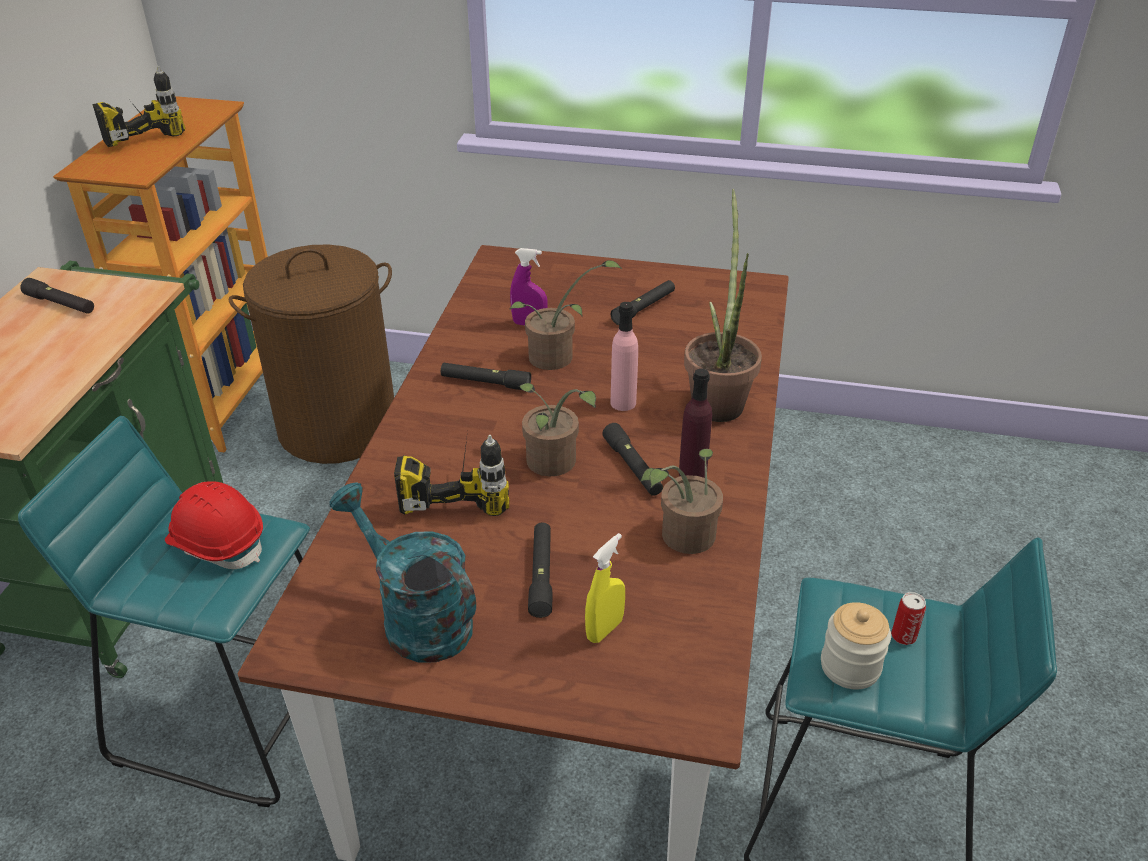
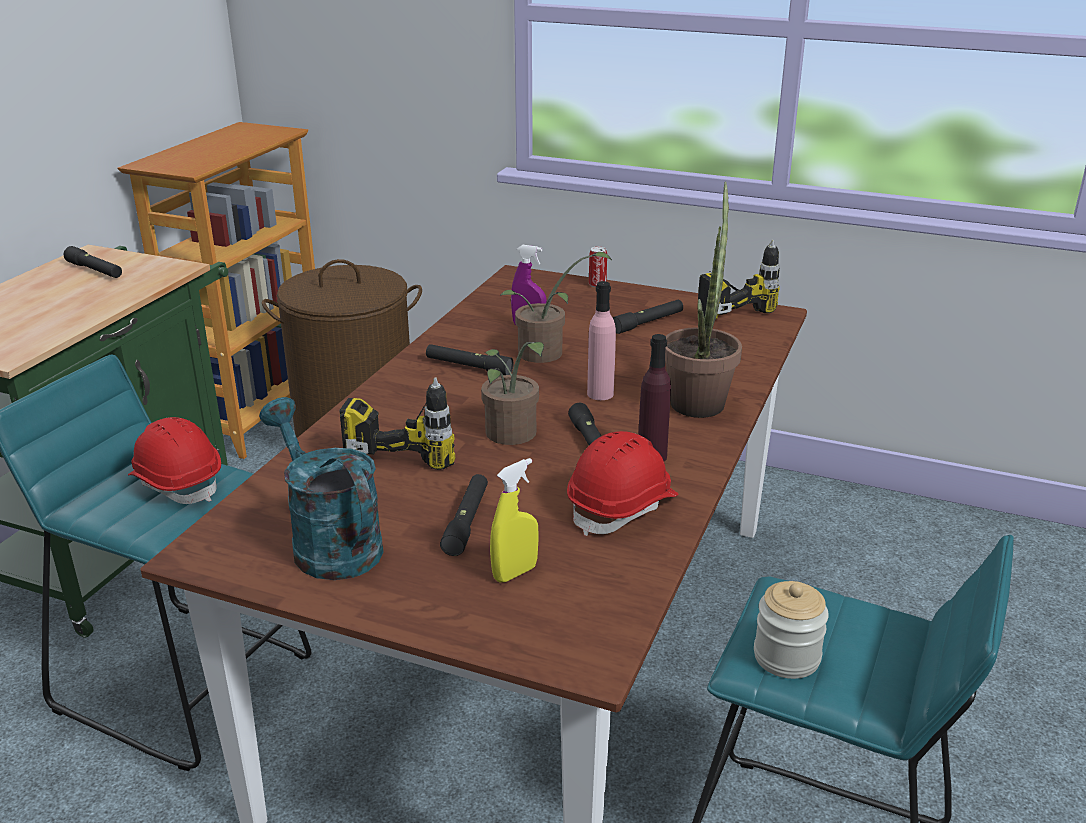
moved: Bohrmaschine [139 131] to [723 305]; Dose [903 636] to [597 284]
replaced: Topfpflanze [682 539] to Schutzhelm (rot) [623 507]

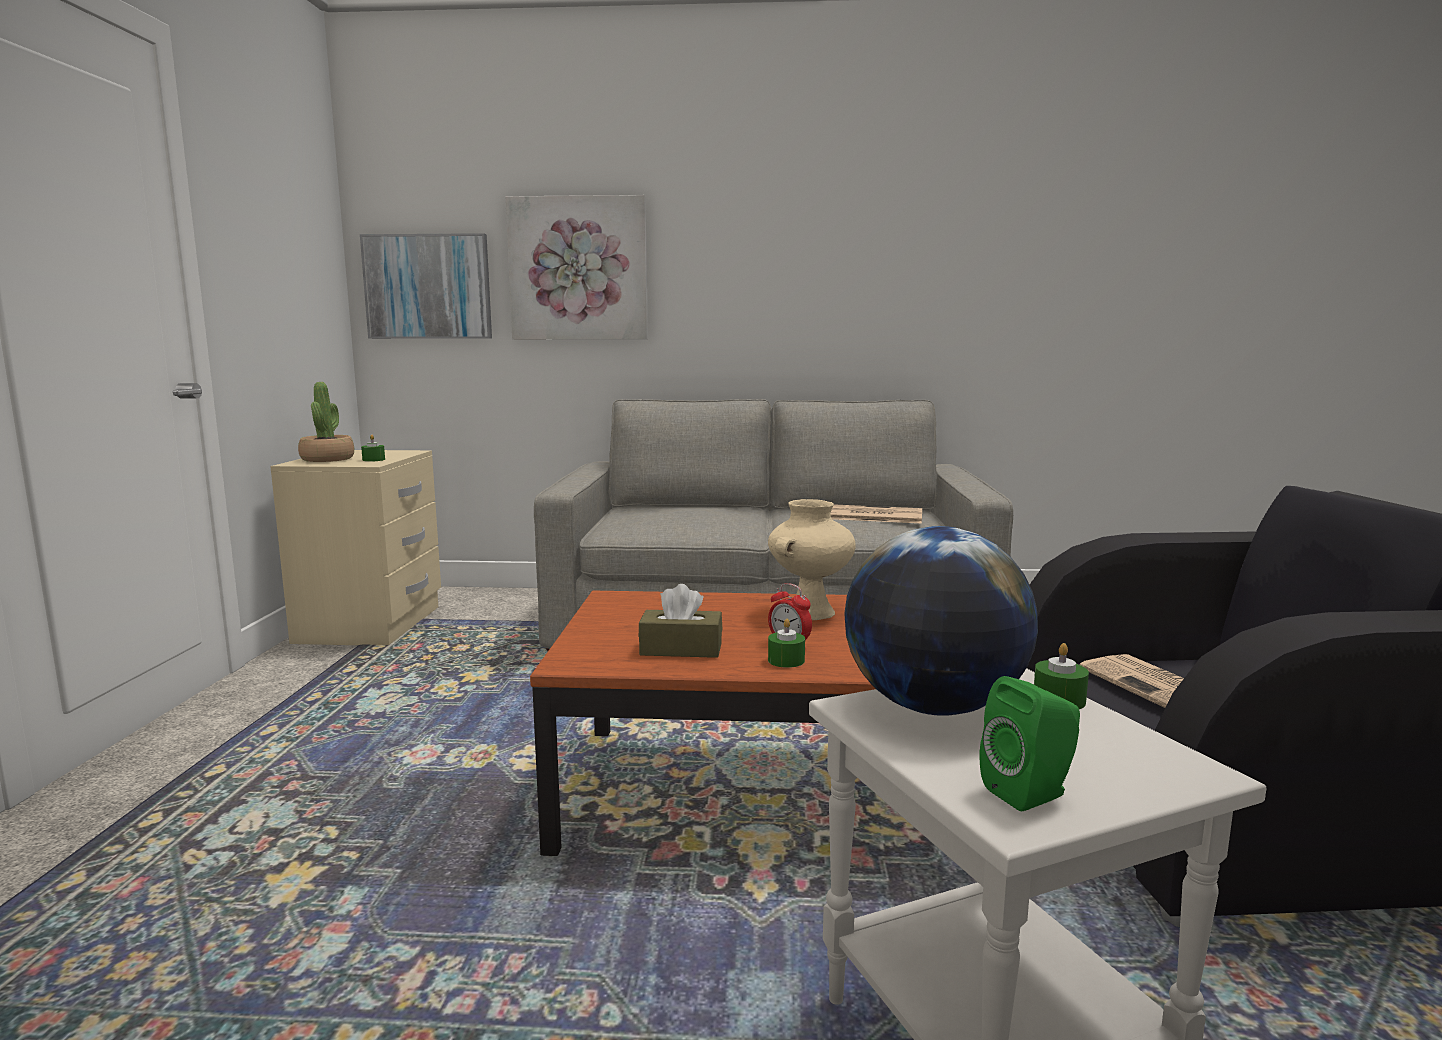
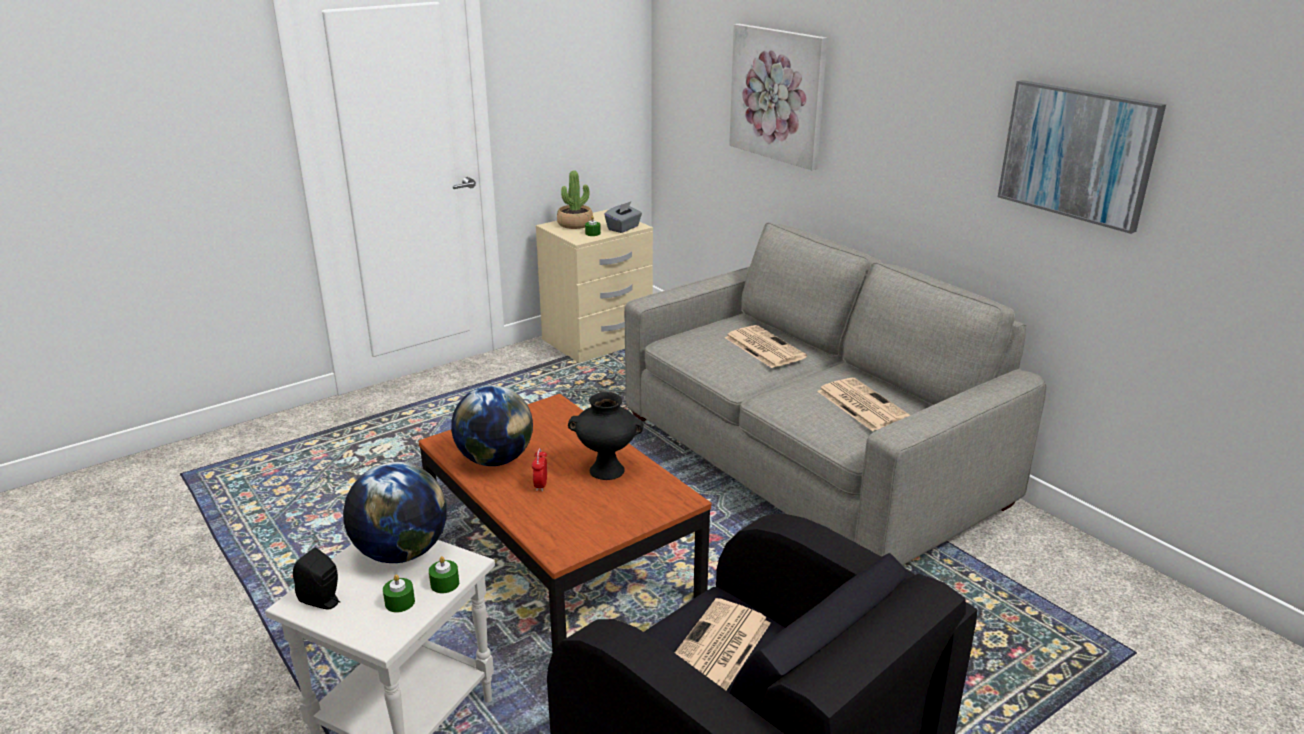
added: Taschentuchbox (grau) [623 228]; Zeitung [763 347]
moved: Bild [428 287] to [1077 153]; Kerze (grün) [786 660] to [400 602]
replaced: Taschentuchbox (braun) [681 649] to Globus [495 459]
recoloured: Vase (beige) [810 612] to Vase (schwarz) [608 470]; Lautsprecher (grün) [1031 793] to Lautsprecher (schwarz) [323 601]

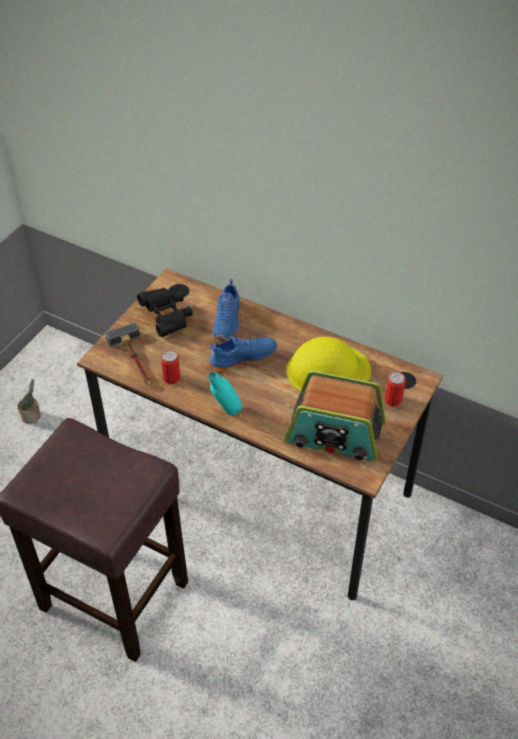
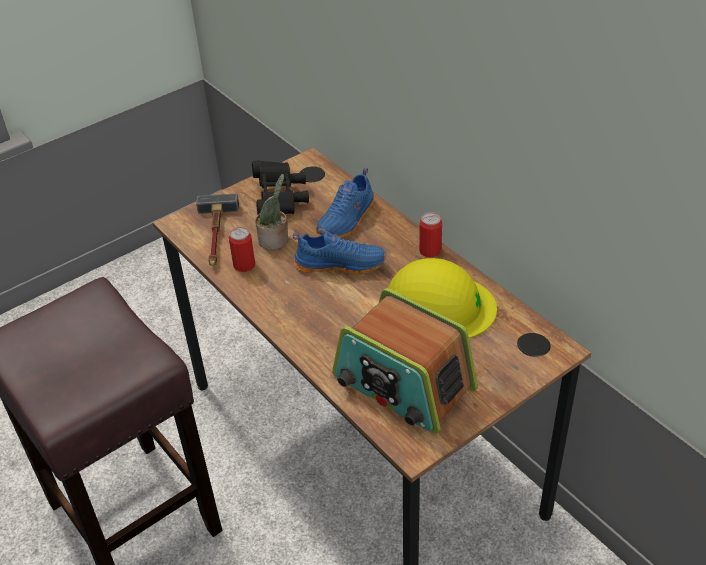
removed: Flasche (türkis) [226 414]
moved: Topfpflanze [32 416] to [275 240]; Dose [393 400] to [430 250]

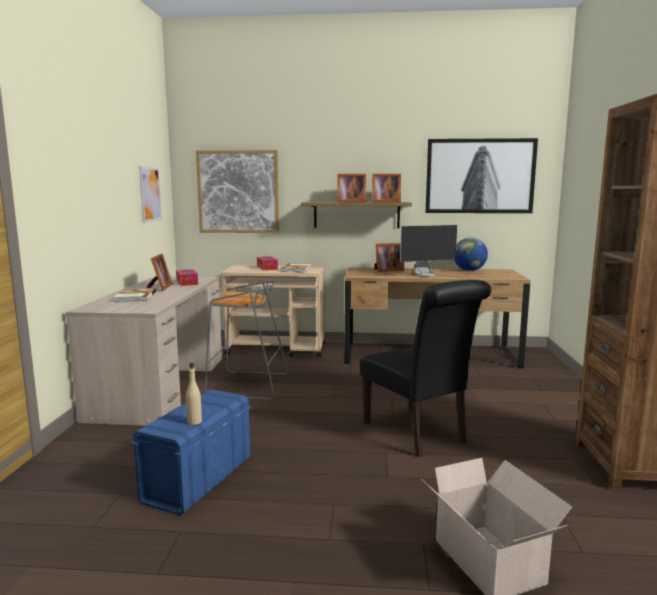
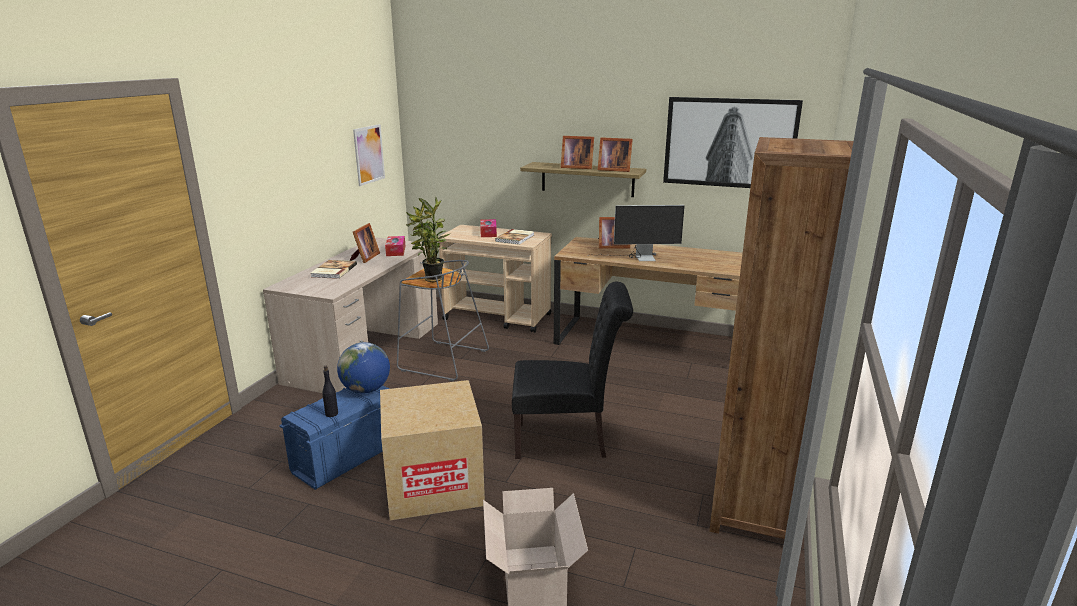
removed: Bild [238 192]
added: Karton [433 484]; Topfpflanze [432 280]
moved: Globus [469 270] to [366 390]
recoloured: Flasche (beige) [194 421] to Flasche (schwarz) [331 414]
turned: Stuhl (schwarz) [418 434] = [567 440] 75 degrees counterclockwise

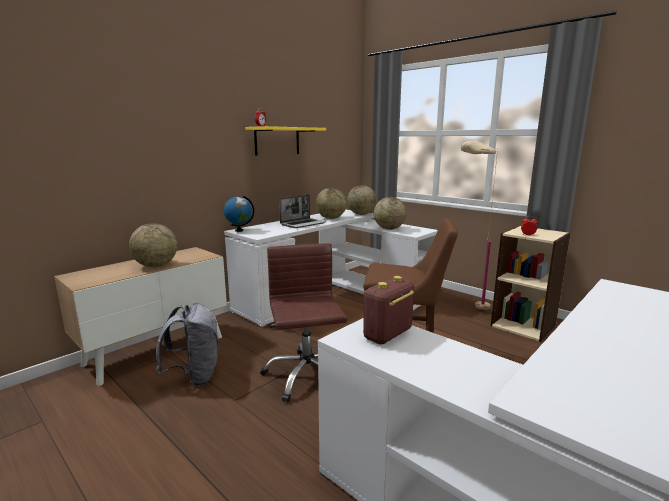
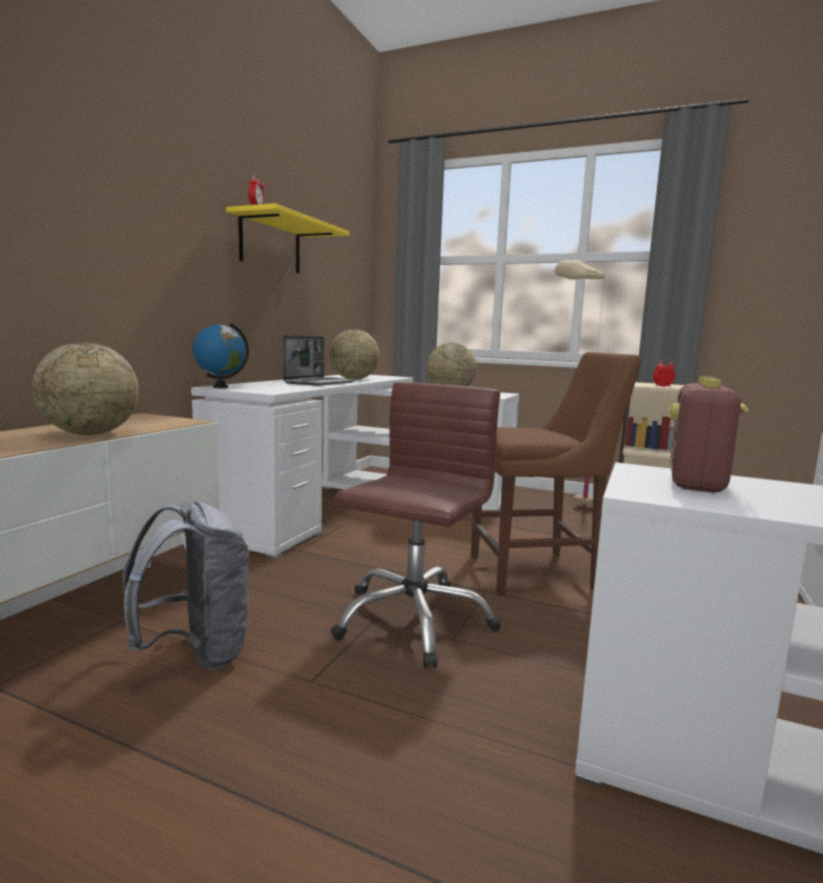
removed: Globus [361 214]
turned: Bürostuhl (braun) [306 375] = [412 620] 60 degrees clockwise

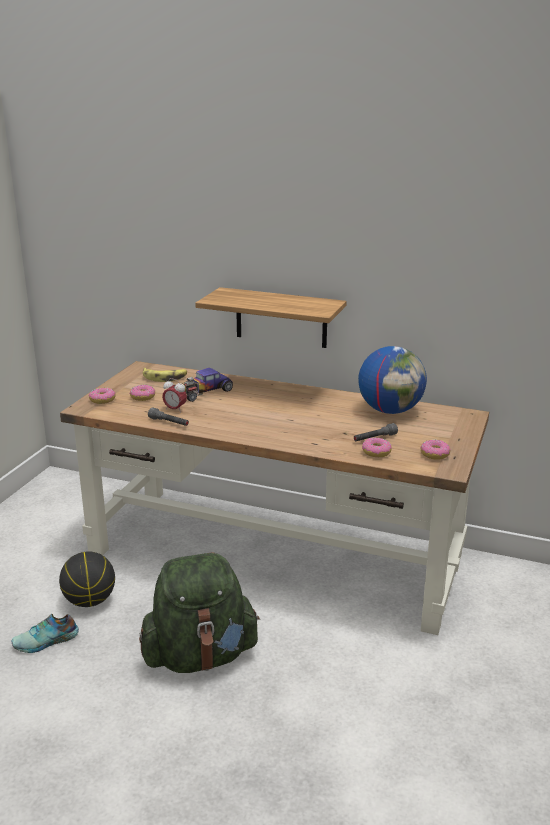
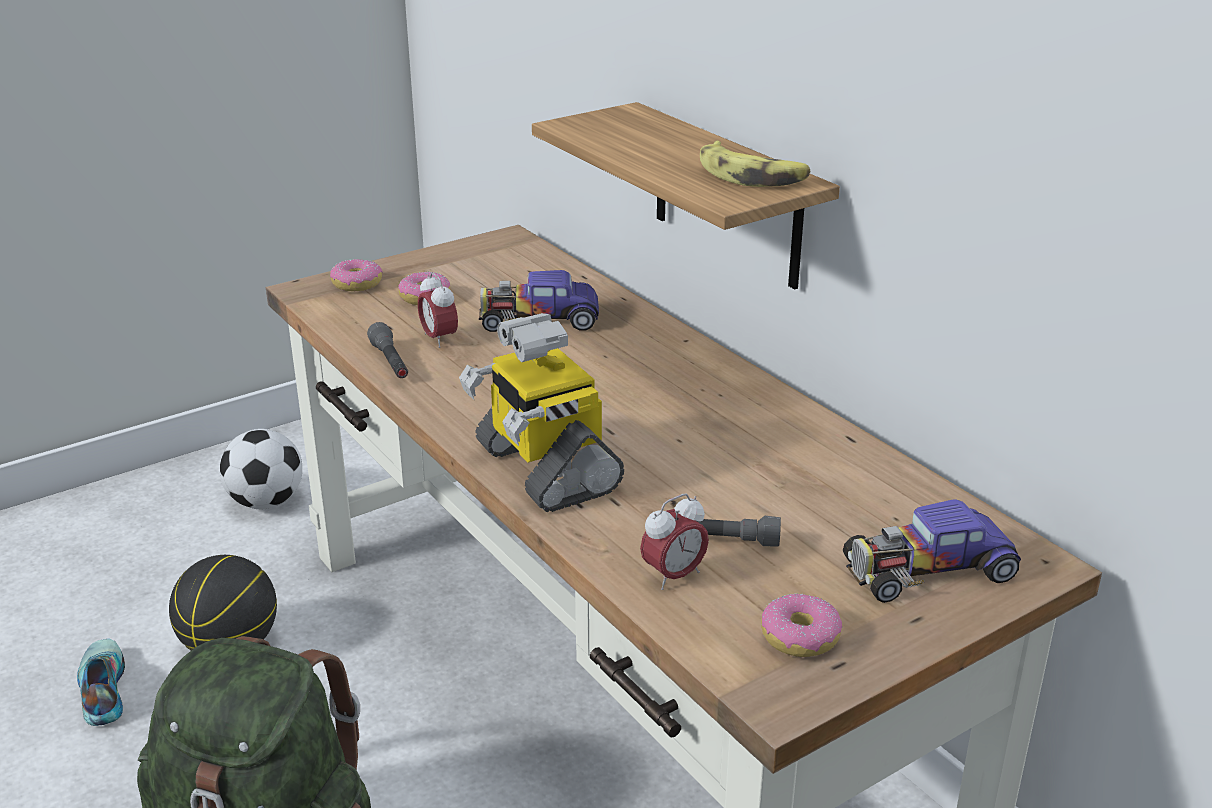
removed: Globus [390 410]
added: Fußball [266 502]; Spielzeugroboter [544 468]; Spielzeugauto [927 569]
moved: Banane [165 377] to [752 176]
replaced: Donut [376 452] to Wecker [673 576]
turned: Schuh [46 641] = [101 689] 60 degrees clockwise

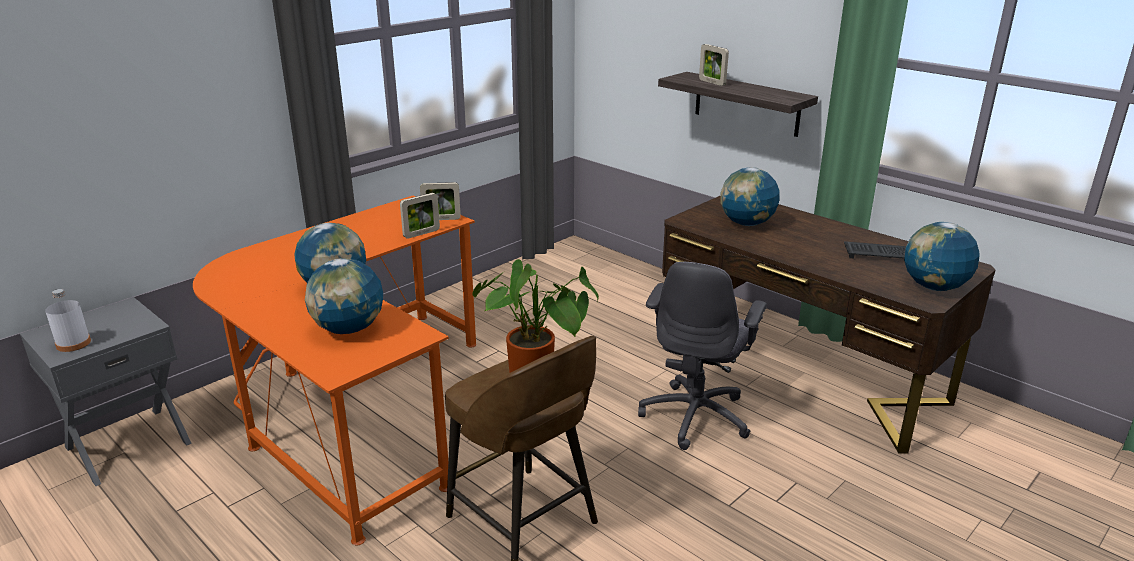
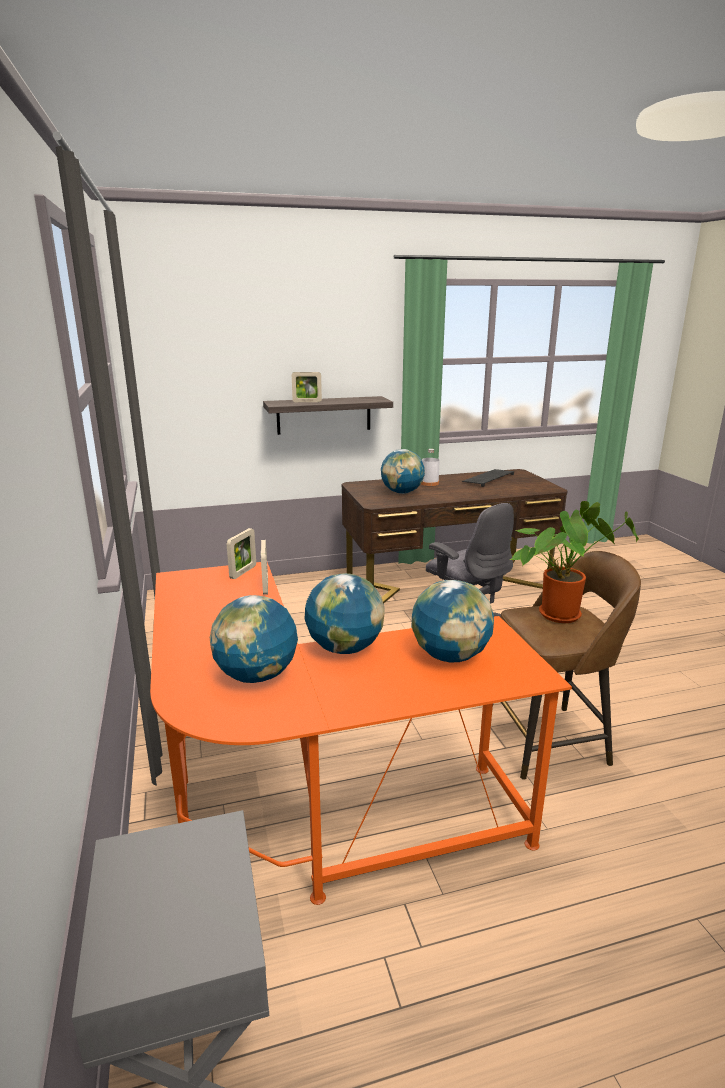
moved: Flasche (weiß) [73 343] to [429 483]; Globus [934 287] to [256 676]

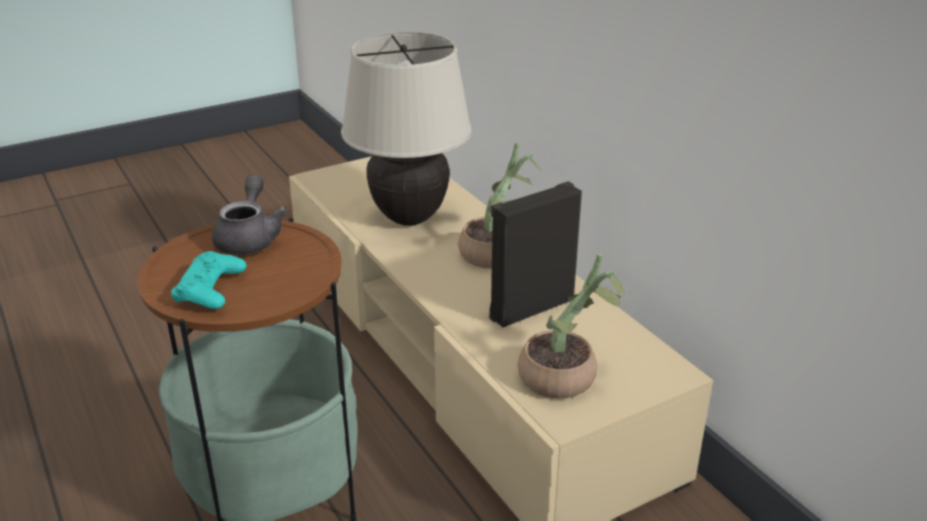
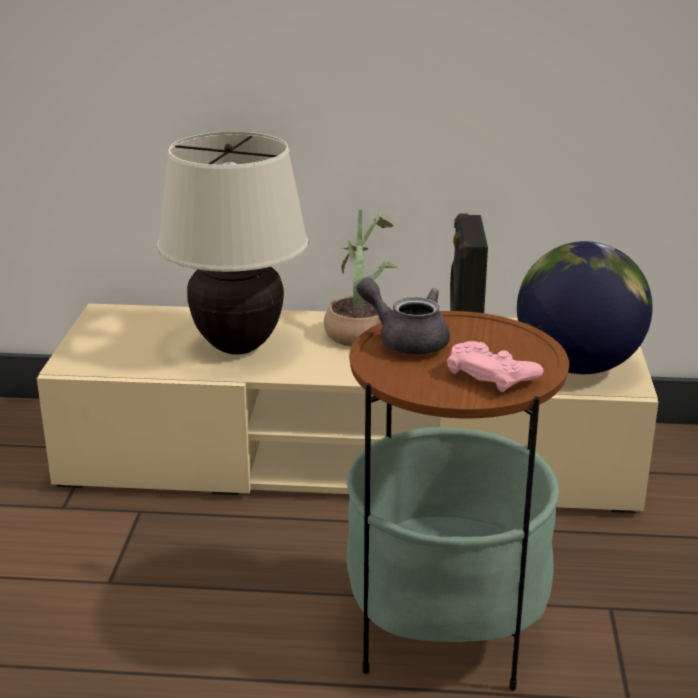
replaced: Topfpflanze [567 377] to Globus [577 366]
recoloured: Gamepad (türkis) [210 288] to Gamepad (rosa) [491 373]

